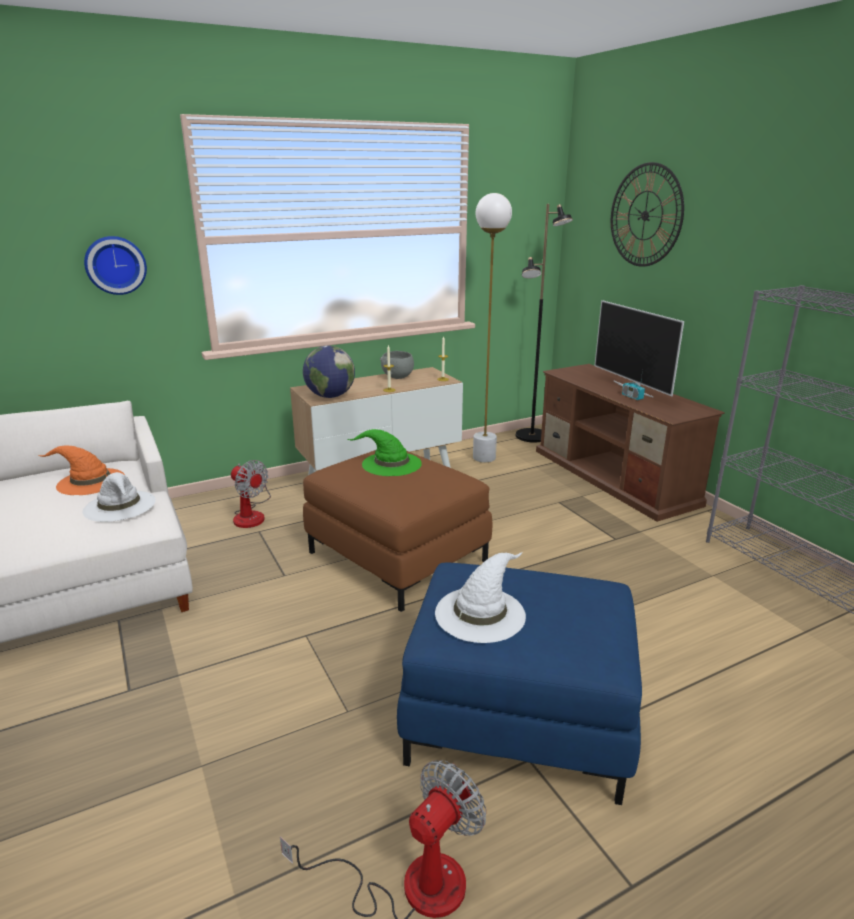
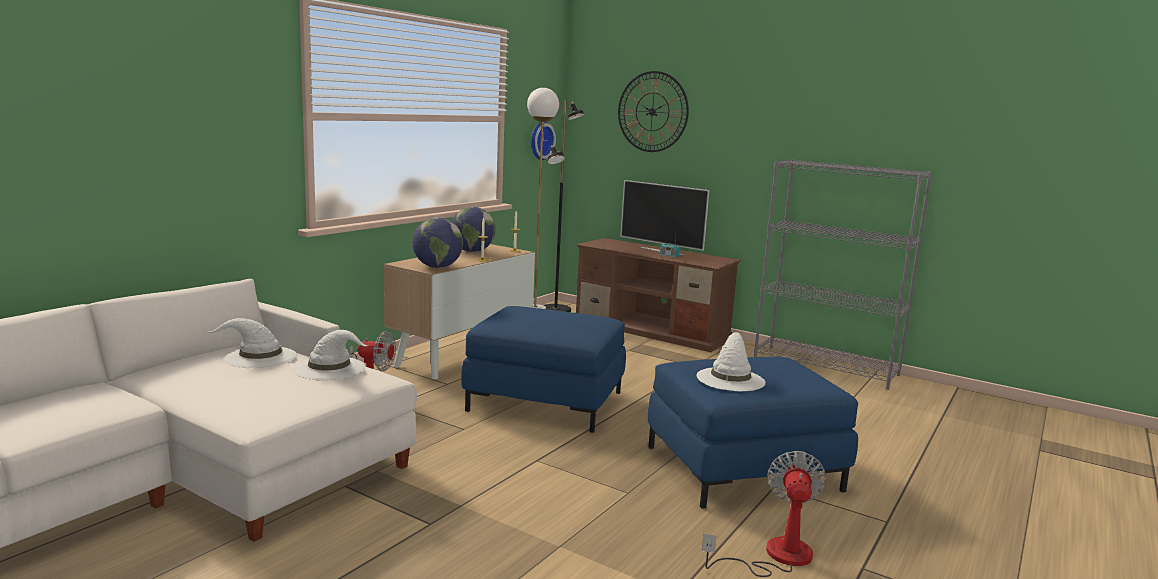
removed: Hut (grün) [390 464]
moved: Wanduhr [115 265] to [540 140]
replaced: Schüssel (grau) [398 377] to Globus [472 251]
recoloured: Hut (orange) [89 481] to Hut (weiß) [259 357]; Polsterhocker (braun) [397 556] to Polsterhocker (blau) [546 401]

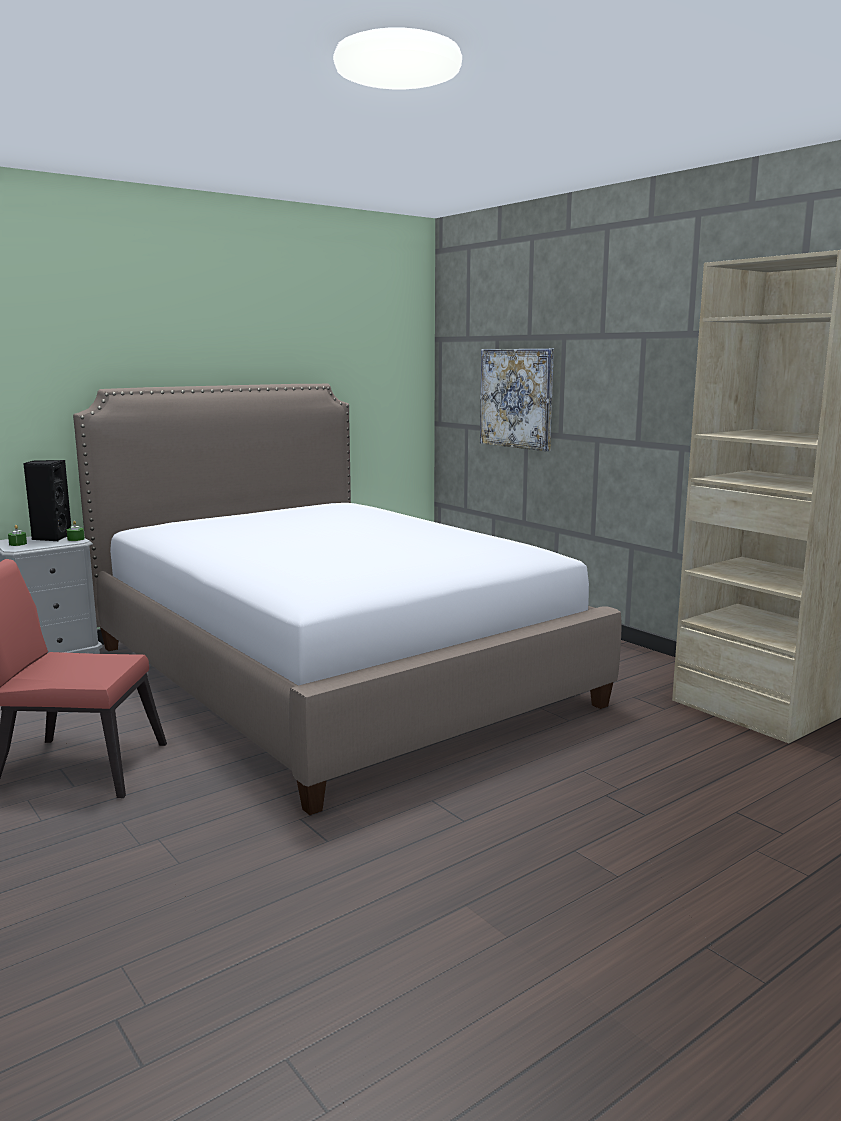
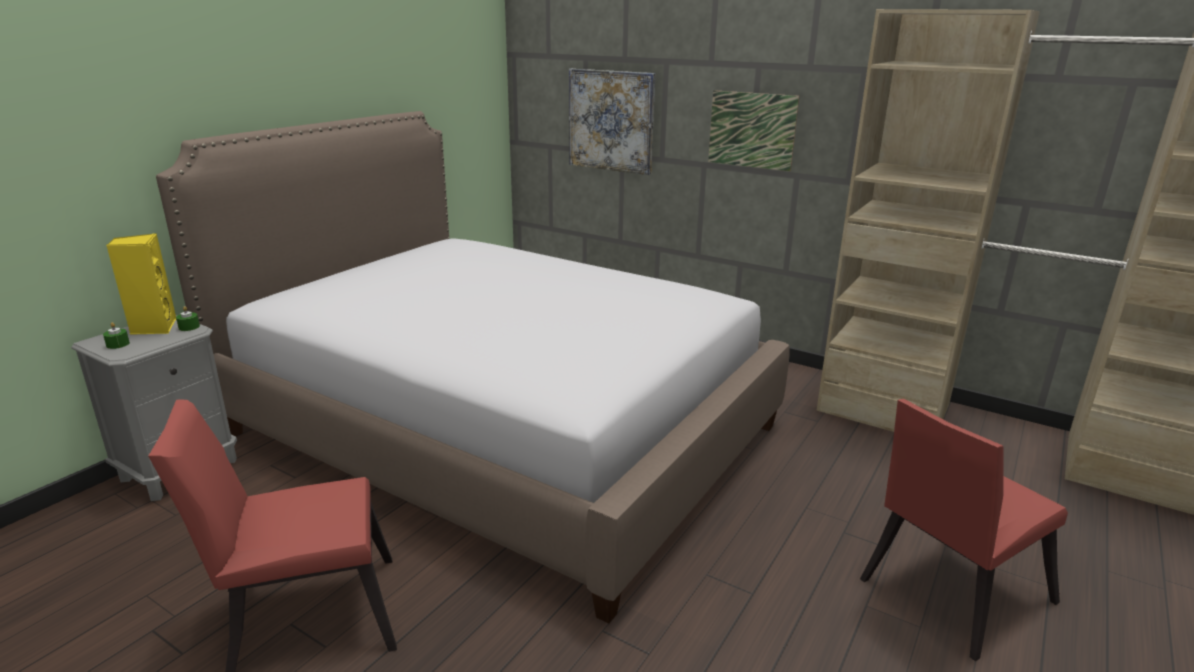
added: Bild [752 130]; Stuhl (rot) [947 593]
recoloured: Lautsprecher (schwarz) [51 537] to Lautsprecher (gelb) [153 328]

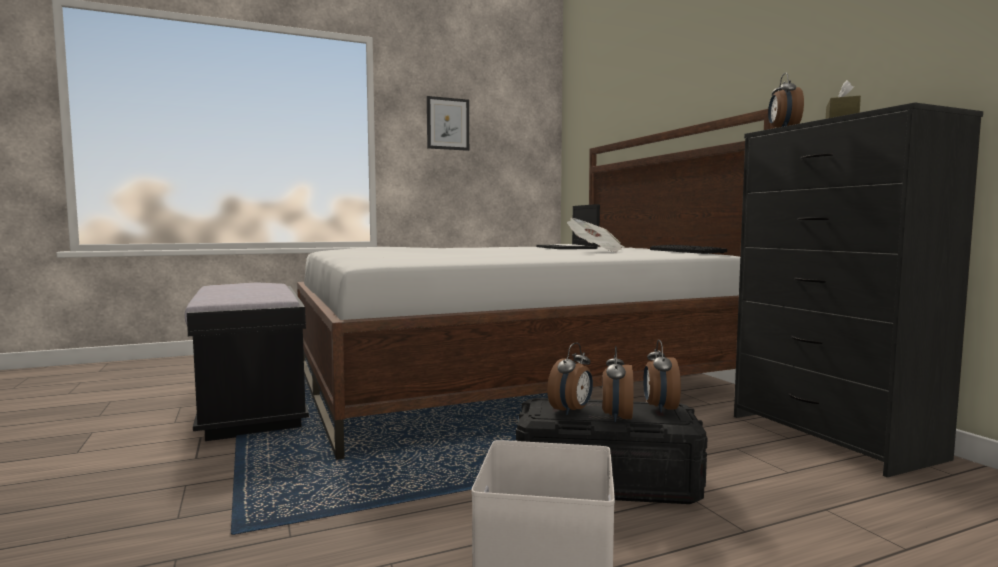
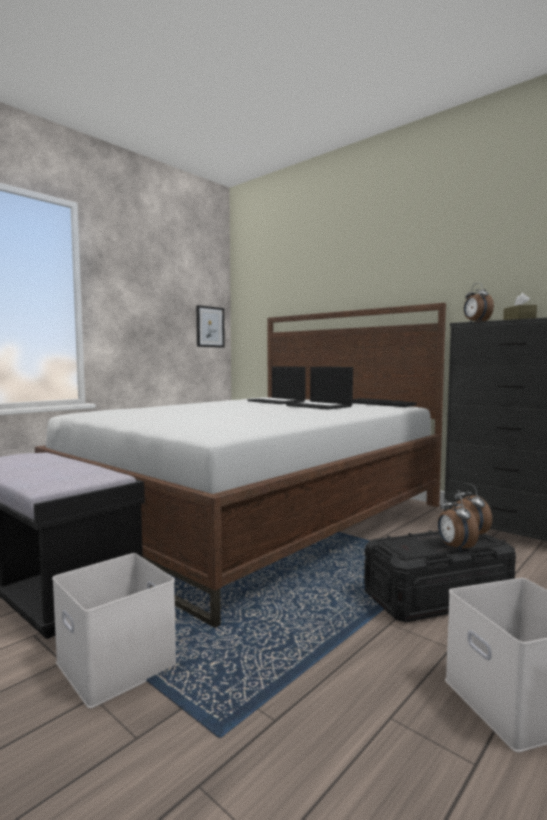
removed: Wecker [572 411]
added: Aufbewahrungsbox (weiß) [113 663]
moved: Bild [447 124] to [210 327]
replaced: Zeitung [595 251] to Laptop [320 406]

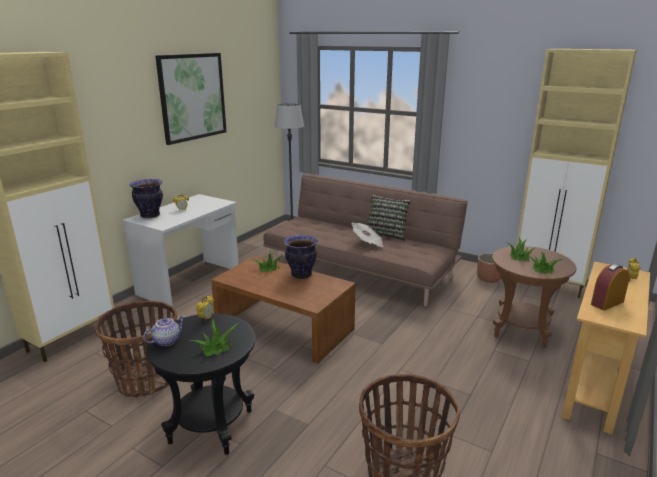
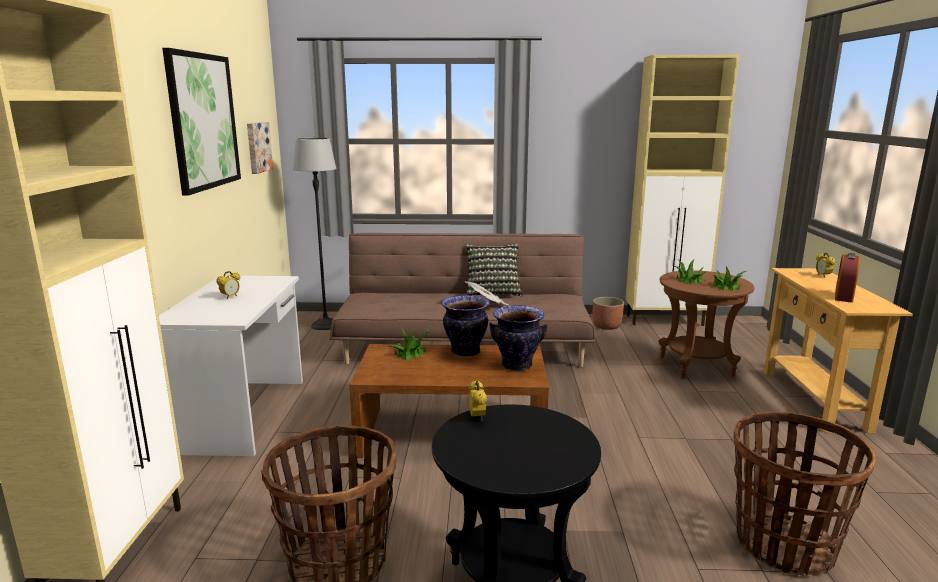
removed: Teekanne [166 341]; Topfpflanze [216 347]
added: Bild [257 147]
moved: Vase [150 215] to [517 366]

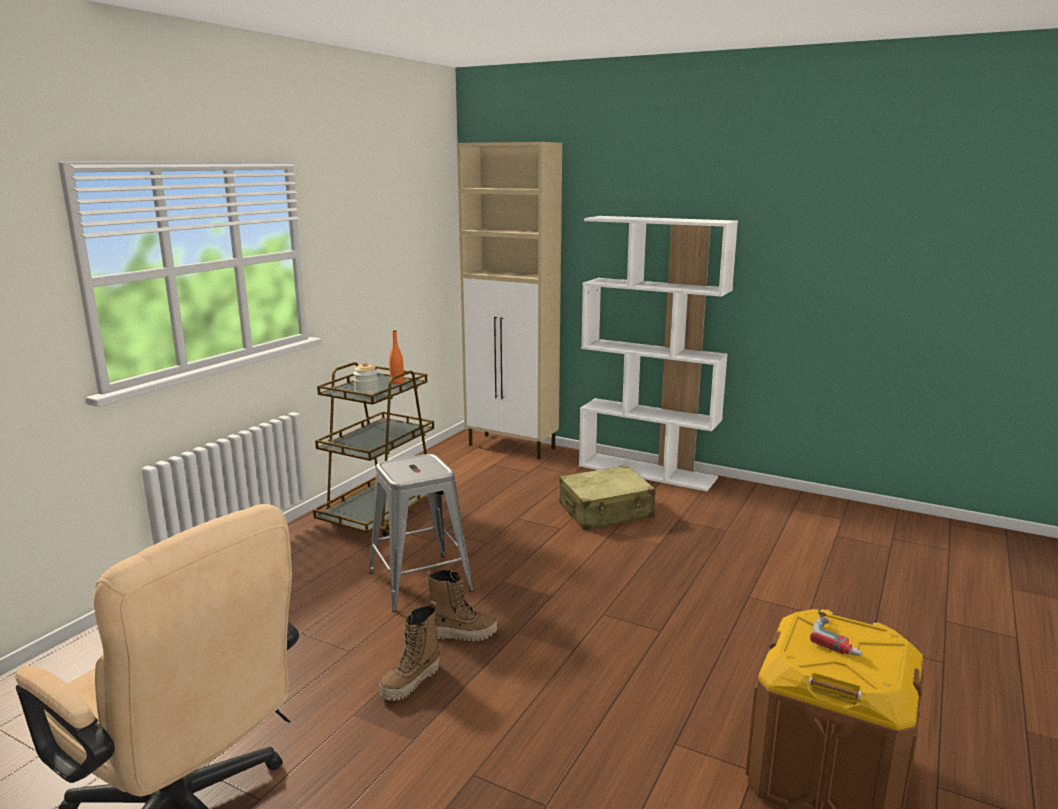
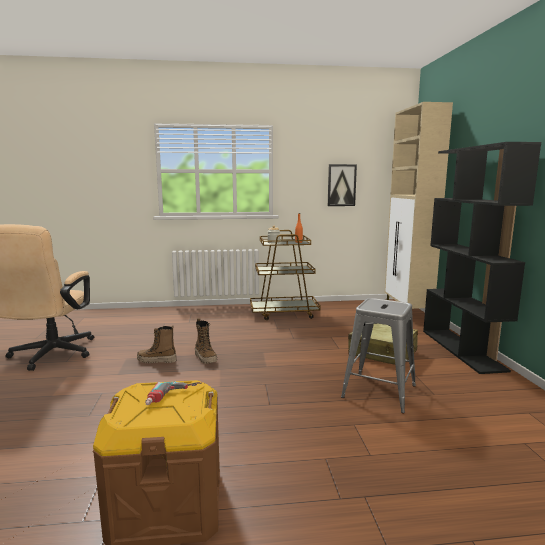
added: Bild [341 185]
moved: Hocker (grau) [420 582] to [379 391]
recoloured: Bücherregal (weiß) [648 471] to Bücherregal (schwarz) [462 349]

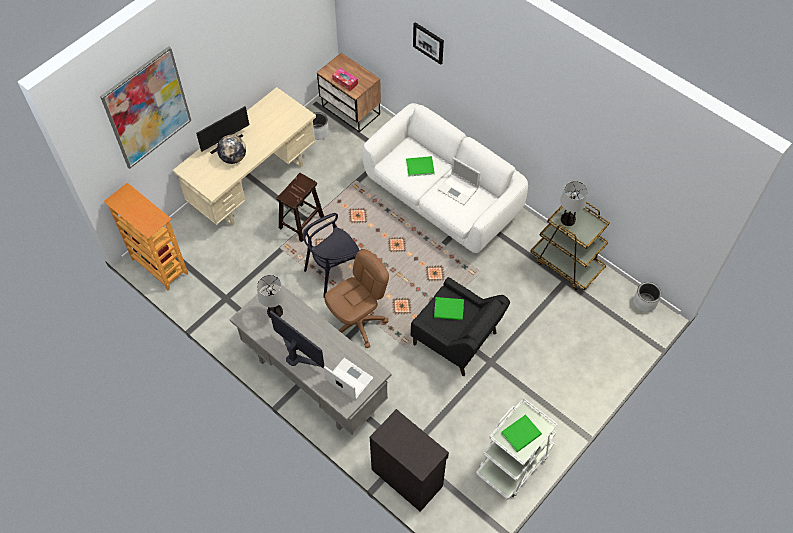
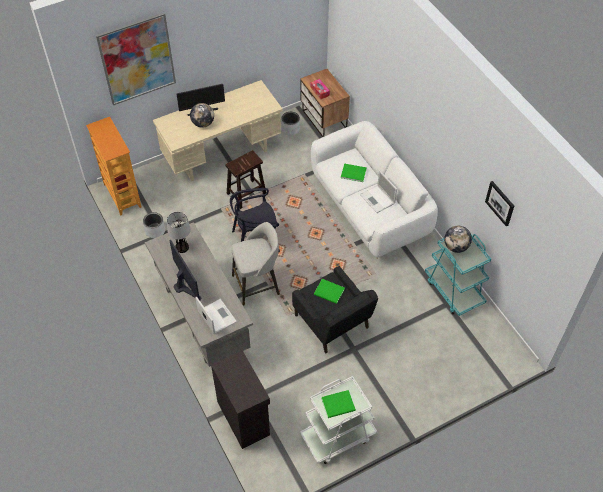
moved: Bild [428 42] to [500 203]; Pflanzkübel (grau) [644 302] to [155 231]
replaced: Bürostuhl (braun) [358 323] to Hocker (grau) [257 284]; Tischlampe [568 220] to Globus [456 247]
recoloured: Rollwagen (braun) [566 263] to Rollwagen (türkis) [454 290]

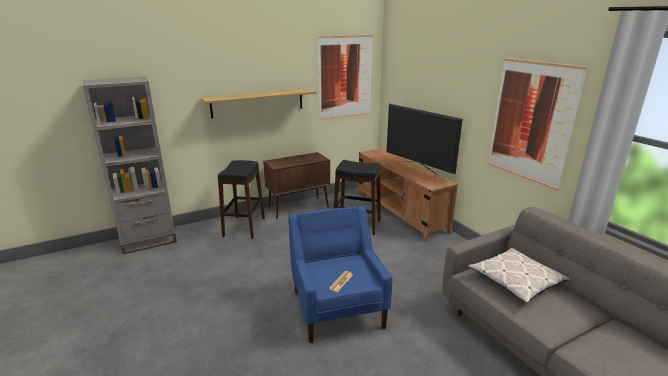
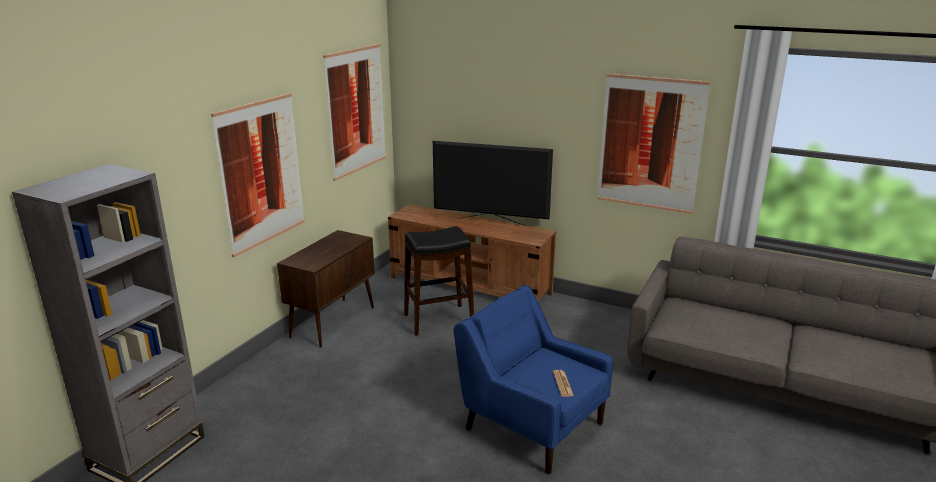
removed: Hocker (schwarz) [244 227]; Kissen [516 280]
replaced: Wandregal [258 103] to Bild [261 172]

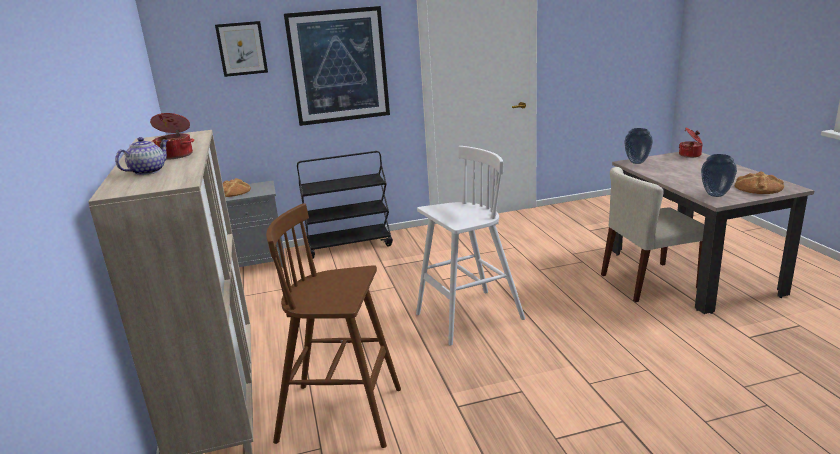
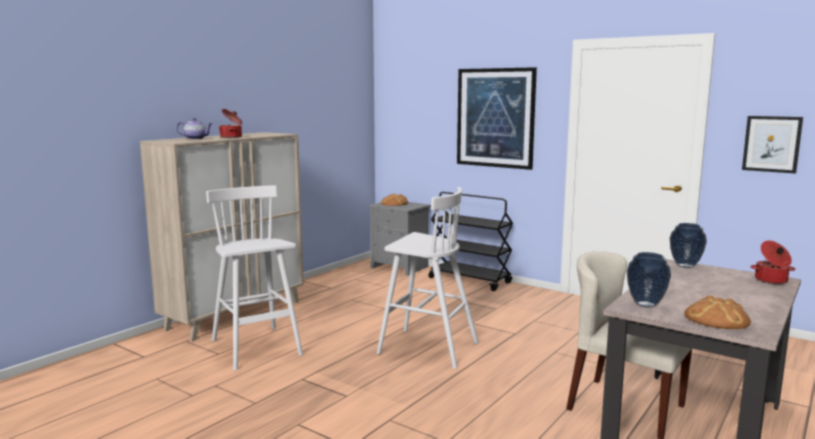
moved: Bild [242 48] to [771 144]
recoloured: Hocker (braun) [343 415] to Hocker (weiß) [256 348]

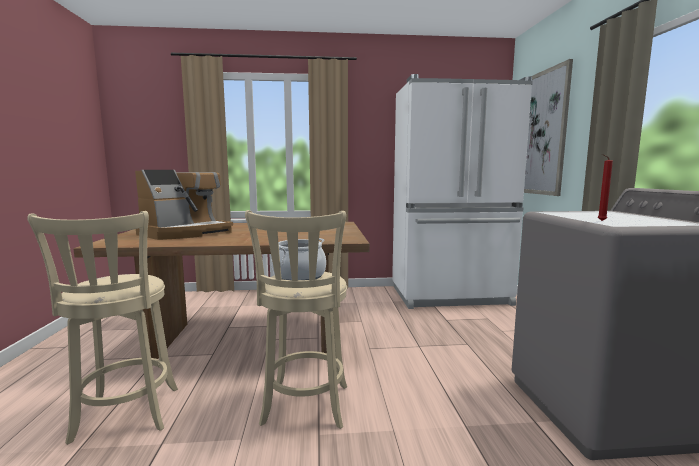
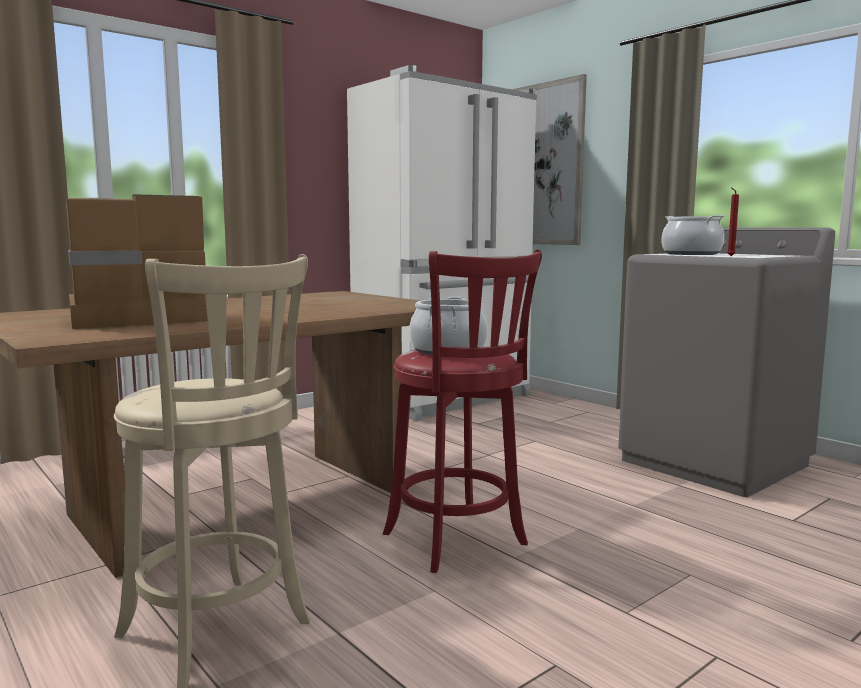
added: Kochtopf [691 254]
recoloured: Hocker (beige) [305 408] to Hocker (rot) [458 542]
turned: Kaffeemaschine [185 233] = [138 318] 120 degrees counterclockwise

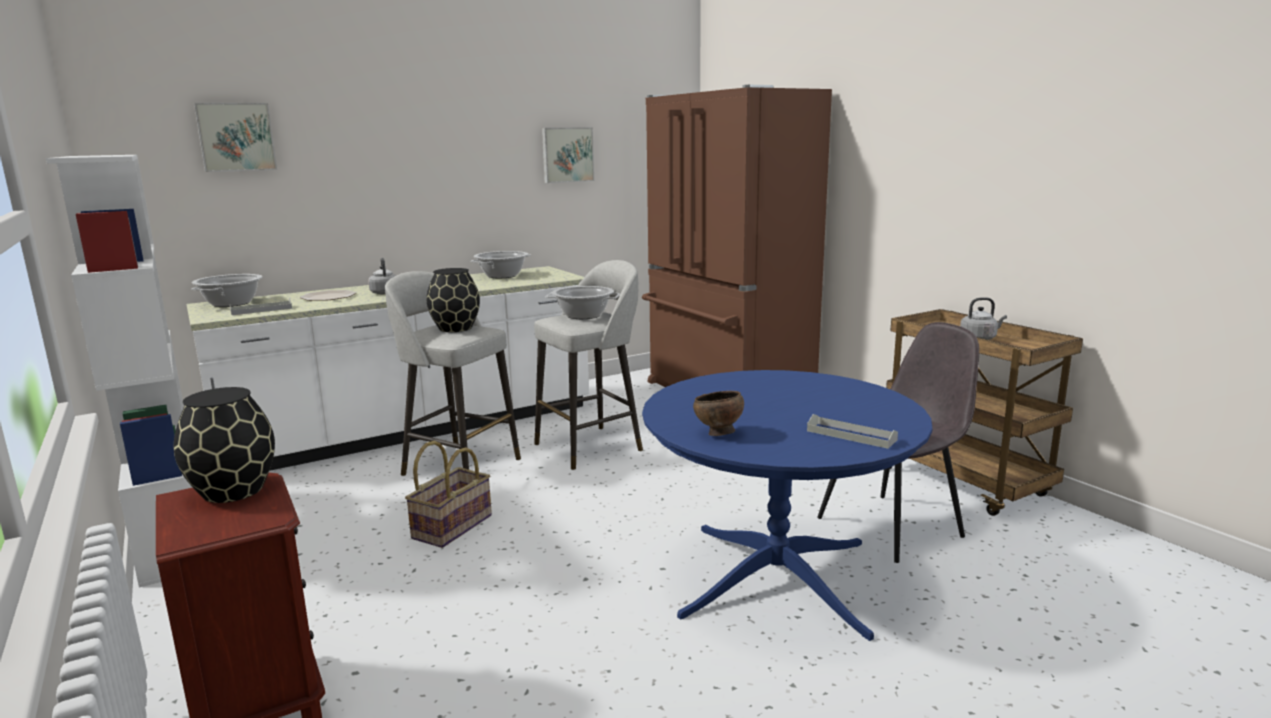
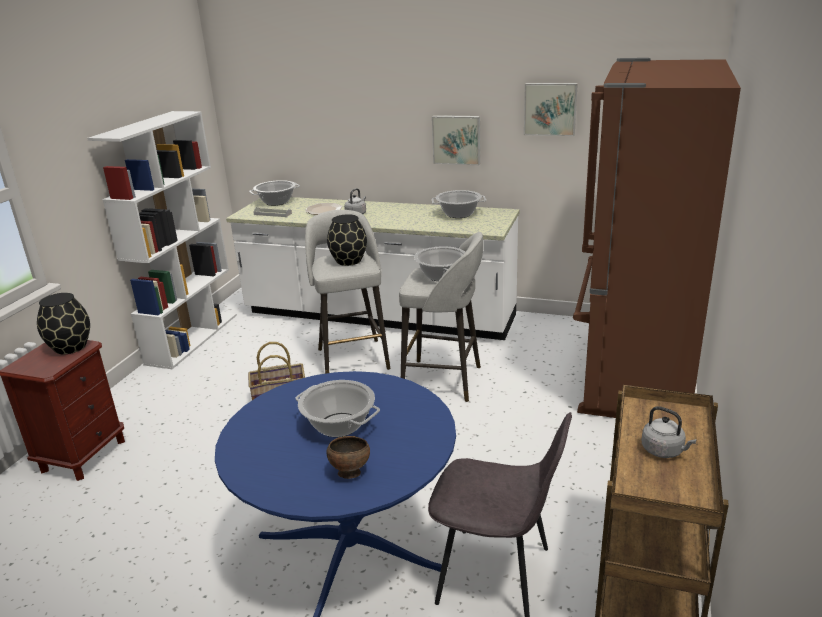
removed: Tablett (grau) [851 435]
added: Kochtopf [338 425]
moved: Bild [236 137] to [456 139]; Schüssel (braun) [718 434] to [349 473]

